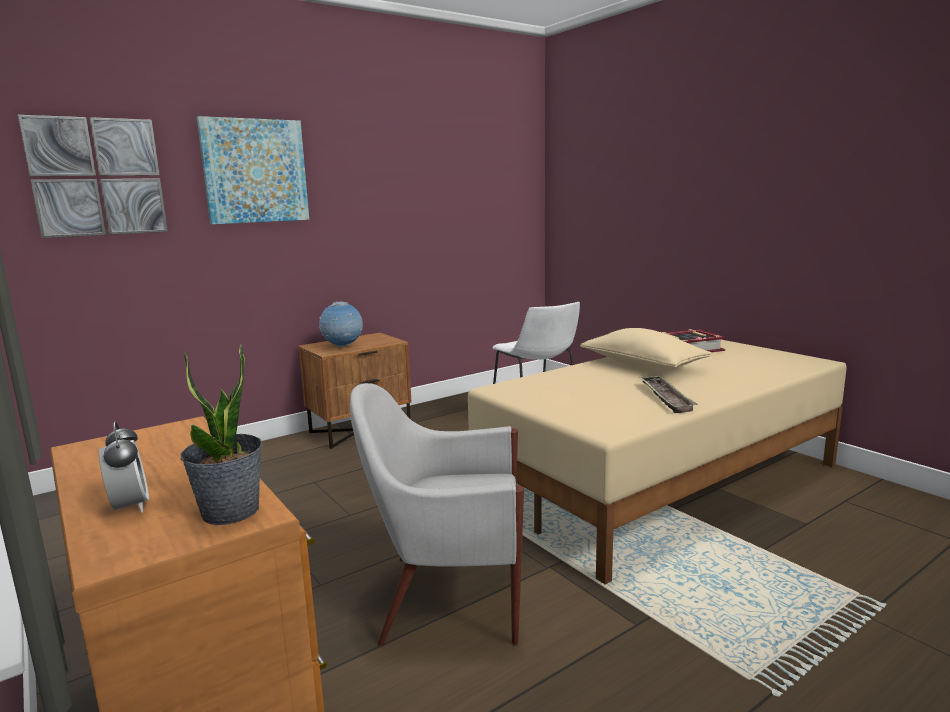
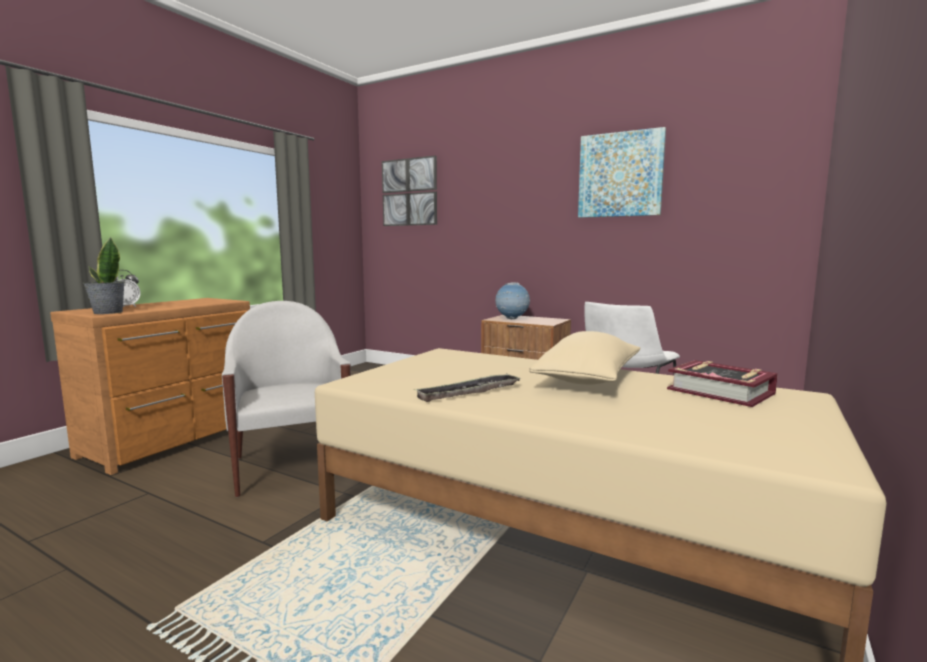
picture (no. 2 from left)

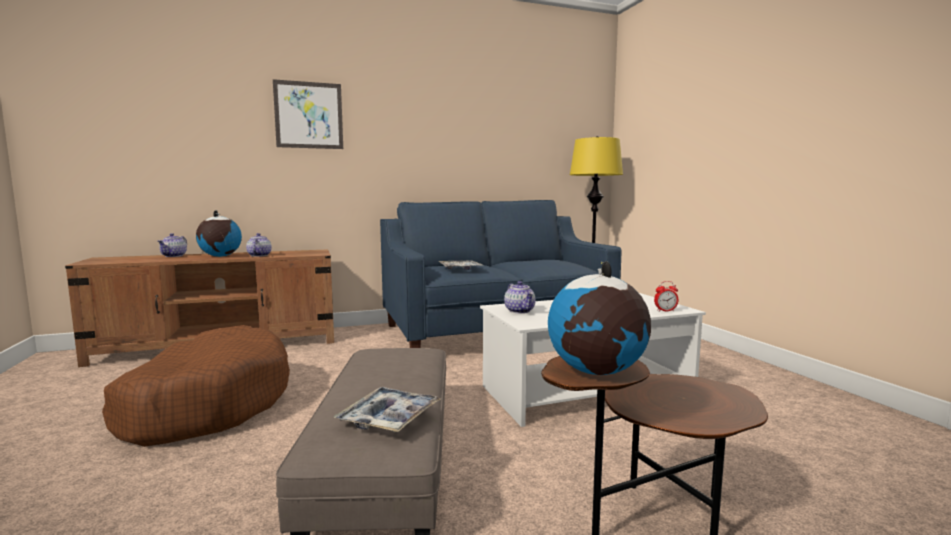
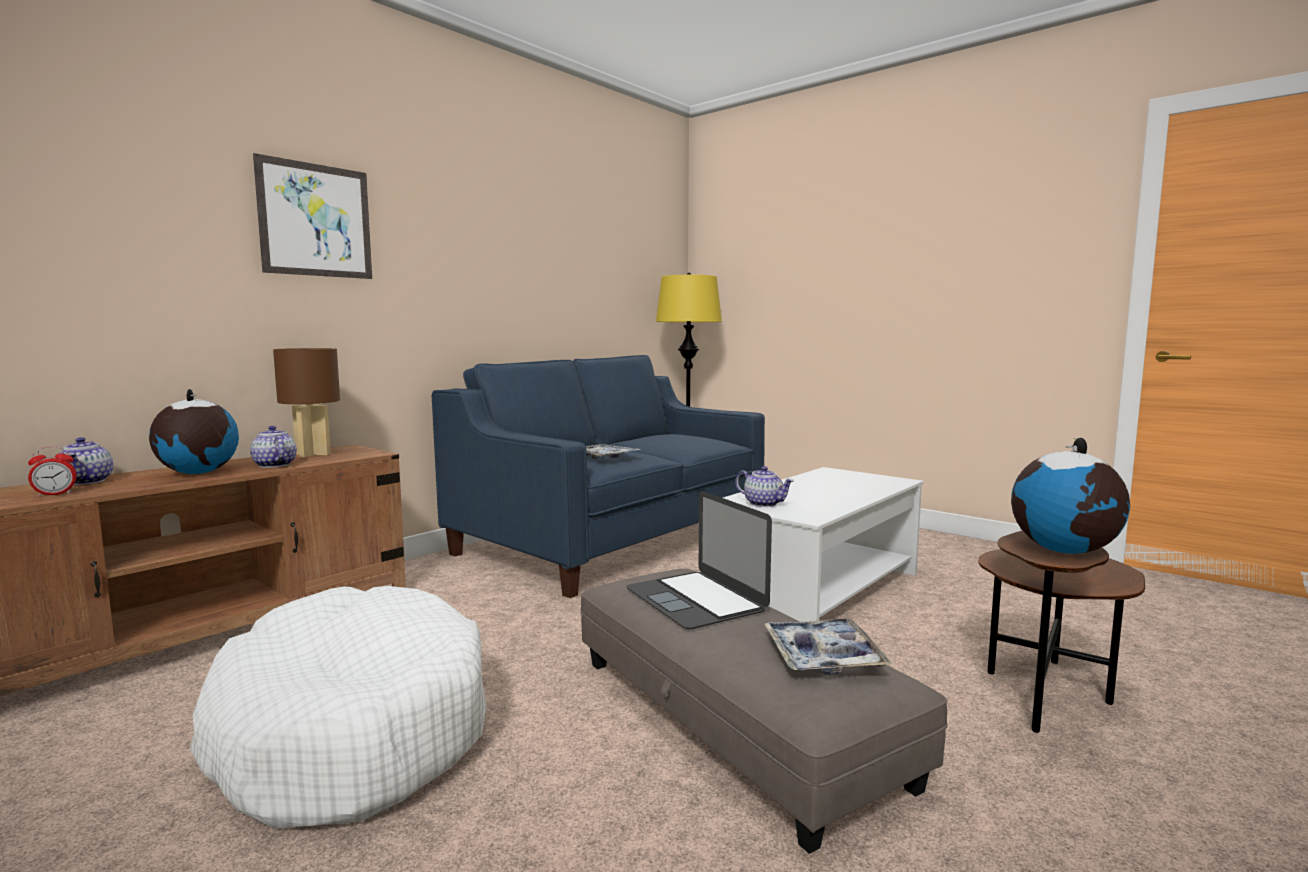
brown table lamp
laptop
alarm clock
white dog bed

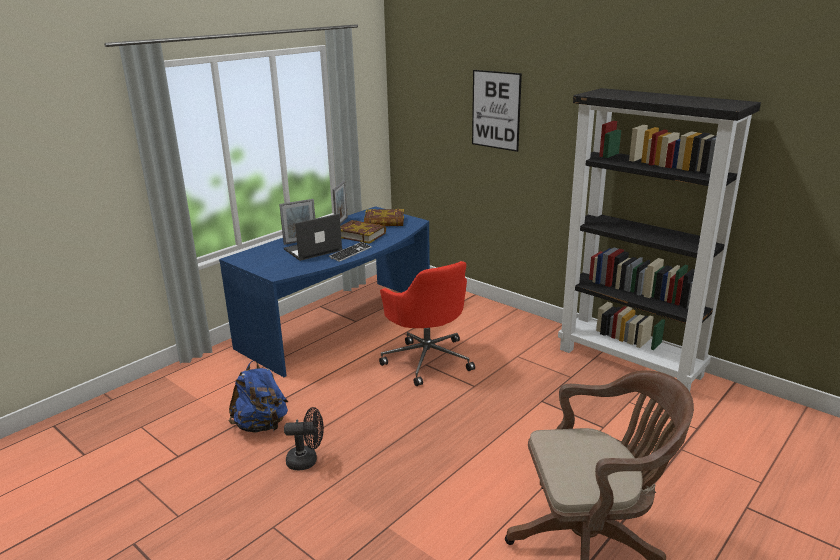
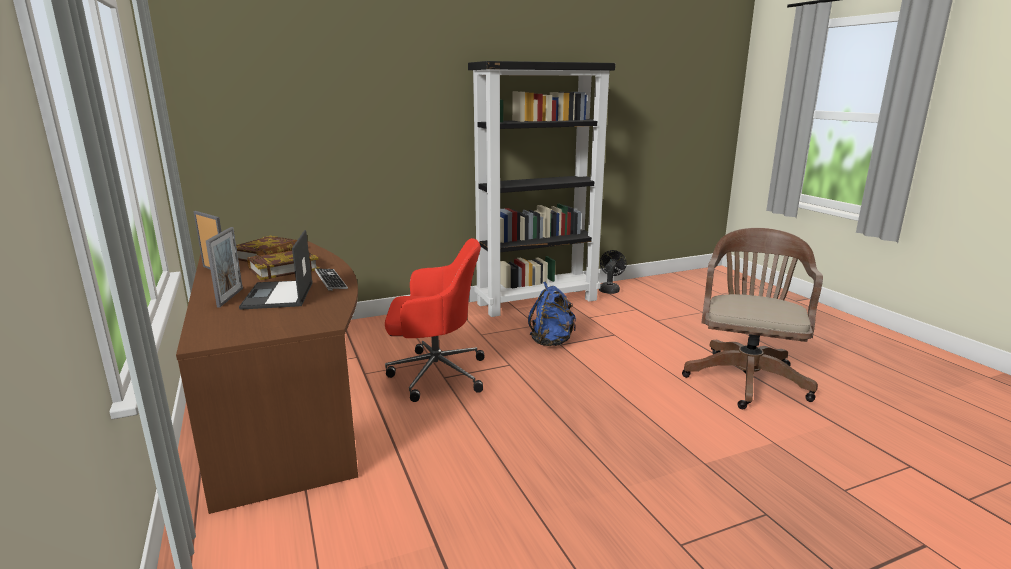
picture
blue backpack
black fan
brown desk

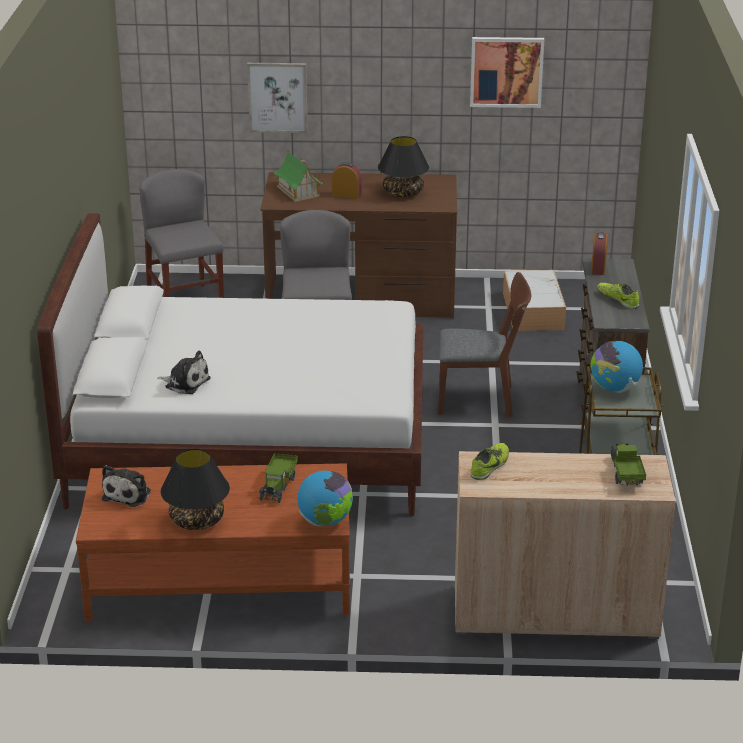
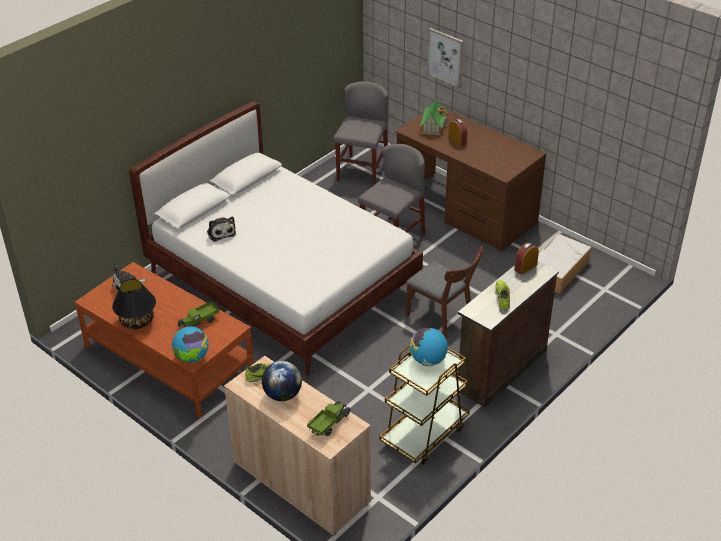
black table lamp (no. 2 from left in the first image)
picture (no. 2 from left in the first image)
globe (no. 2 from left)

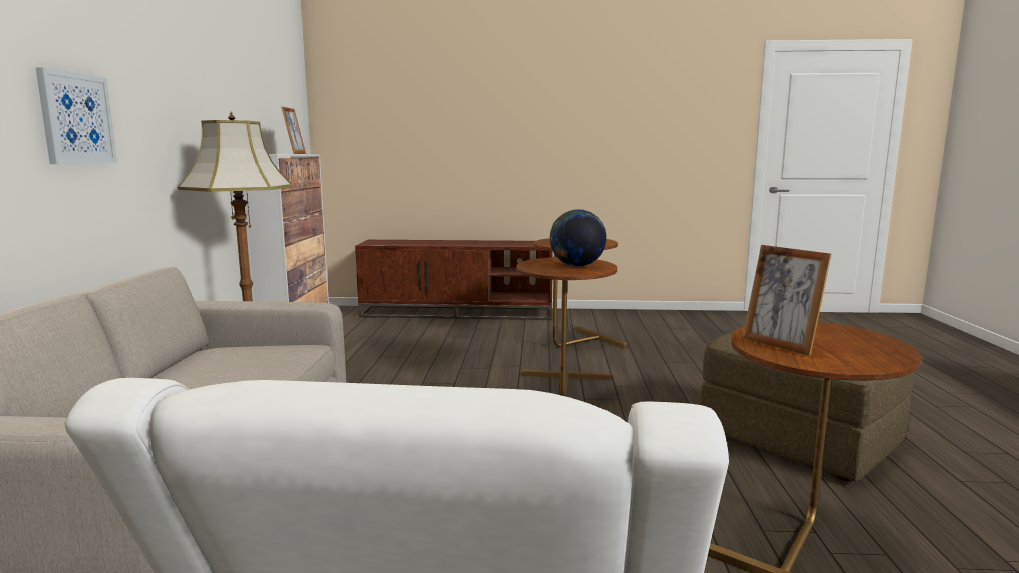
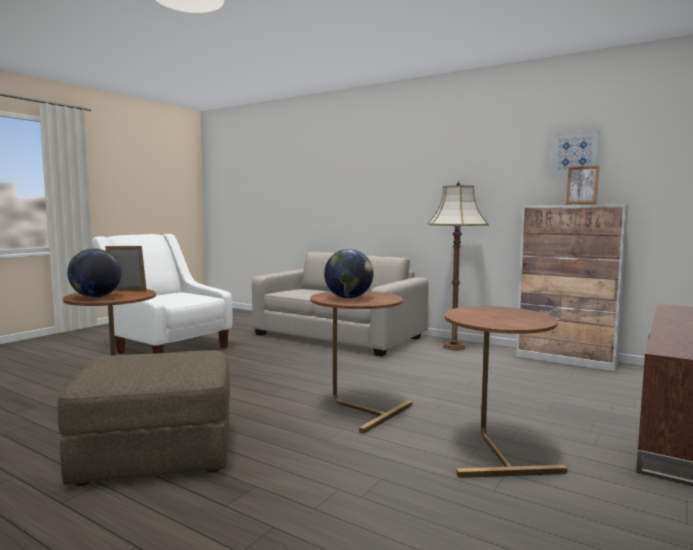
globe (no. 1 from left)
picture

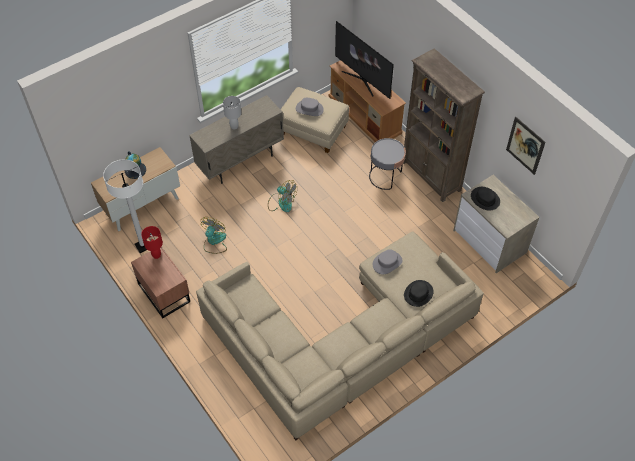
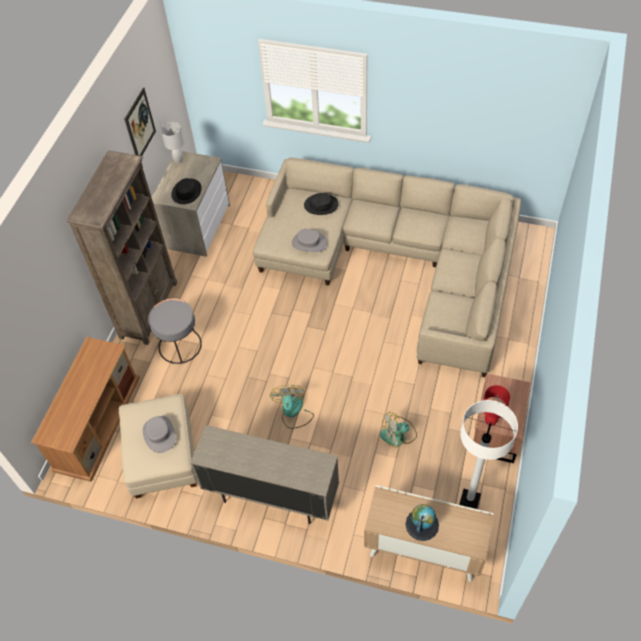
television
white table lamp

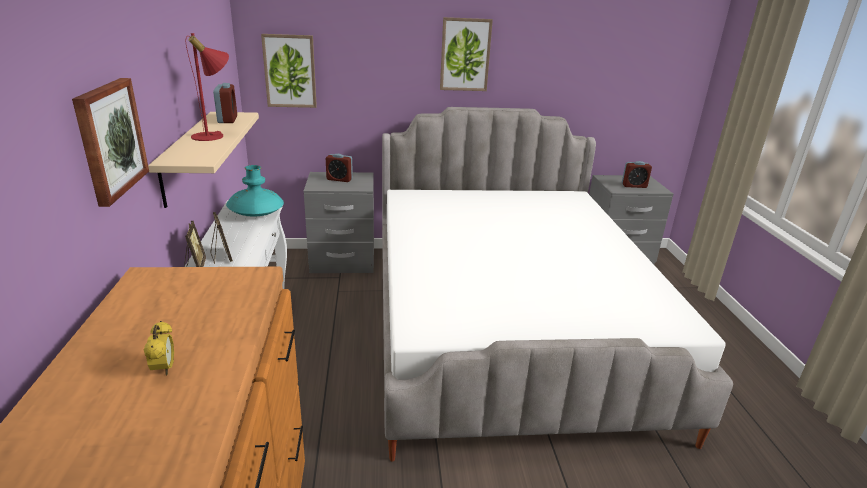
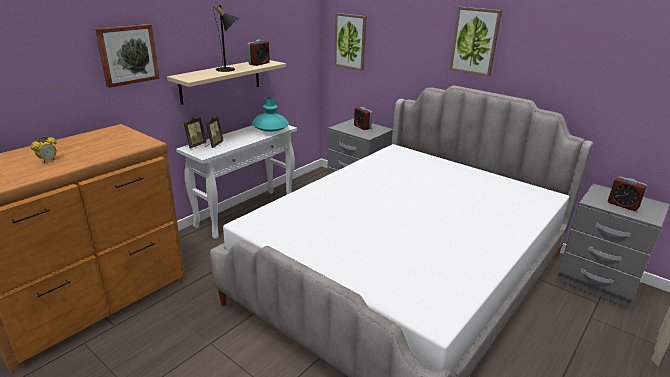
black table lamp

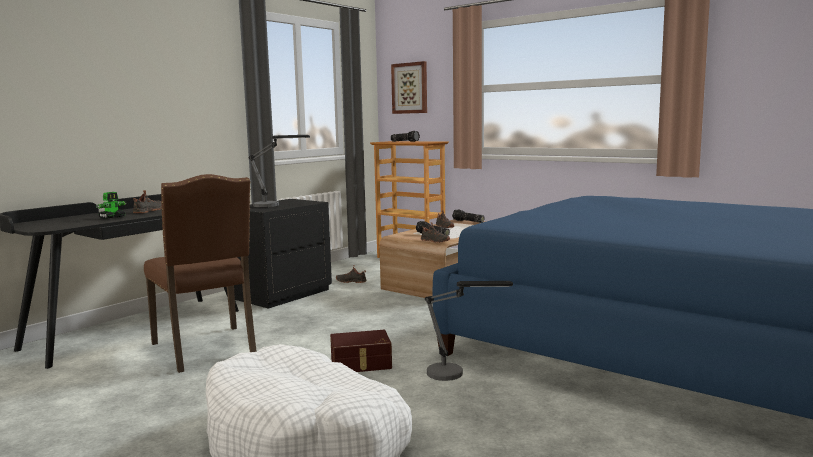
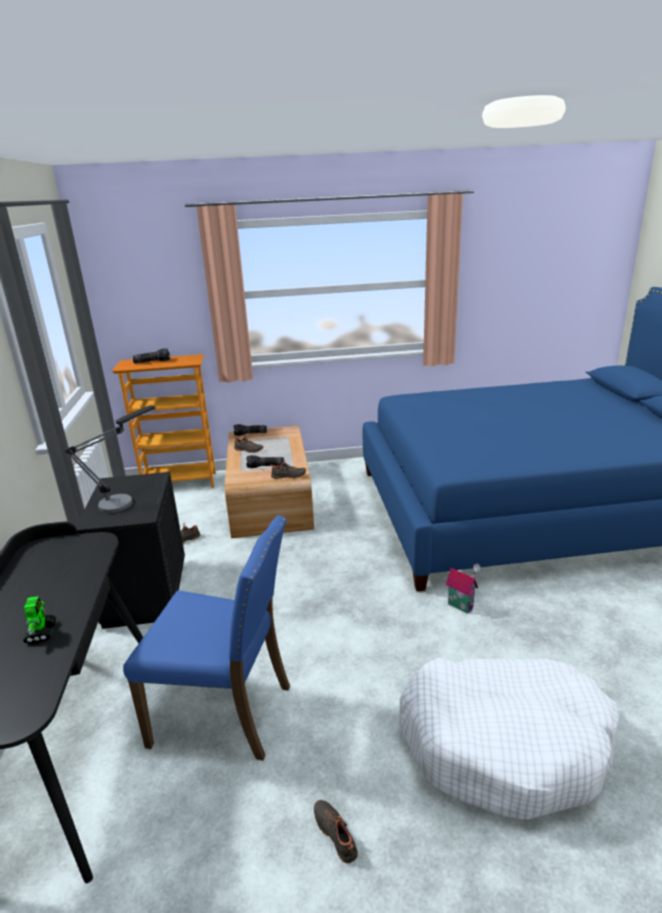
brown storage box
picture
black shoe (no. 4 from left)
toy house
blue chair

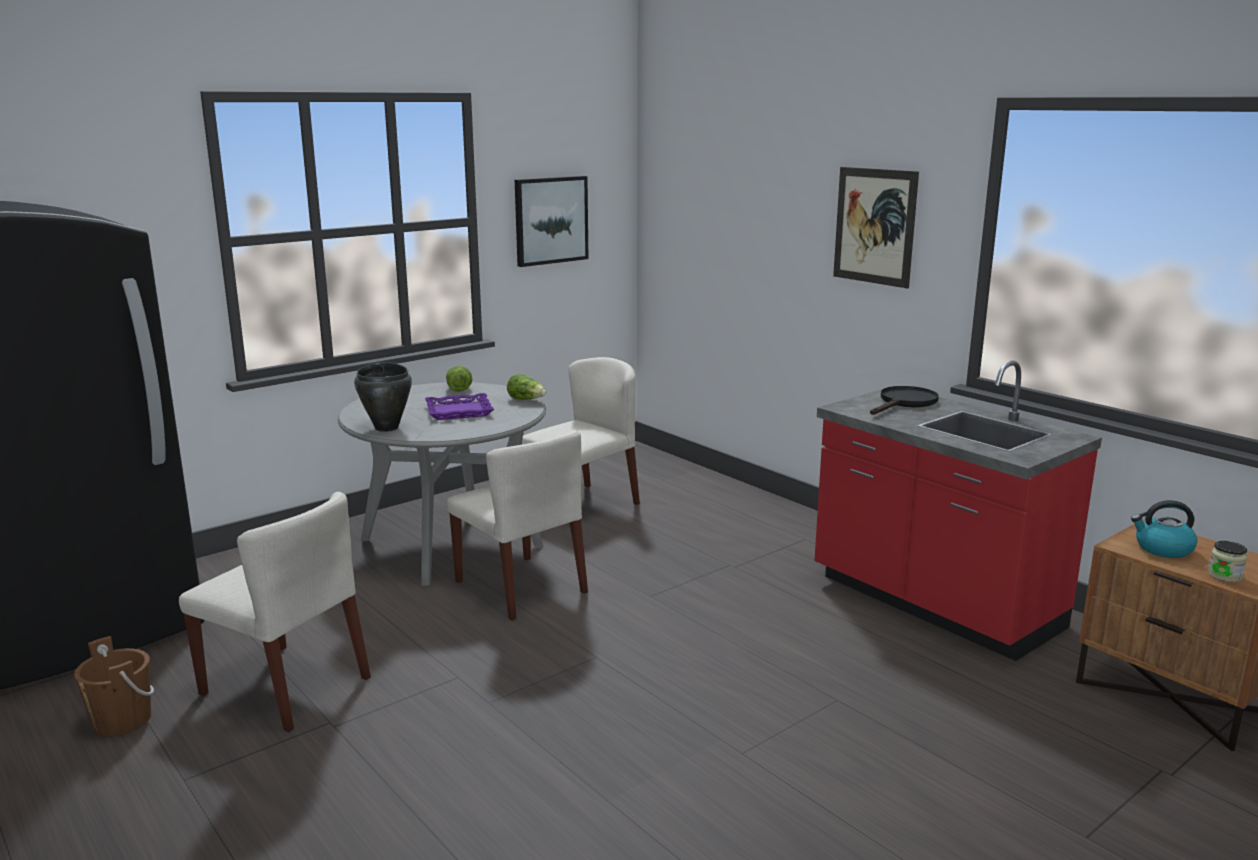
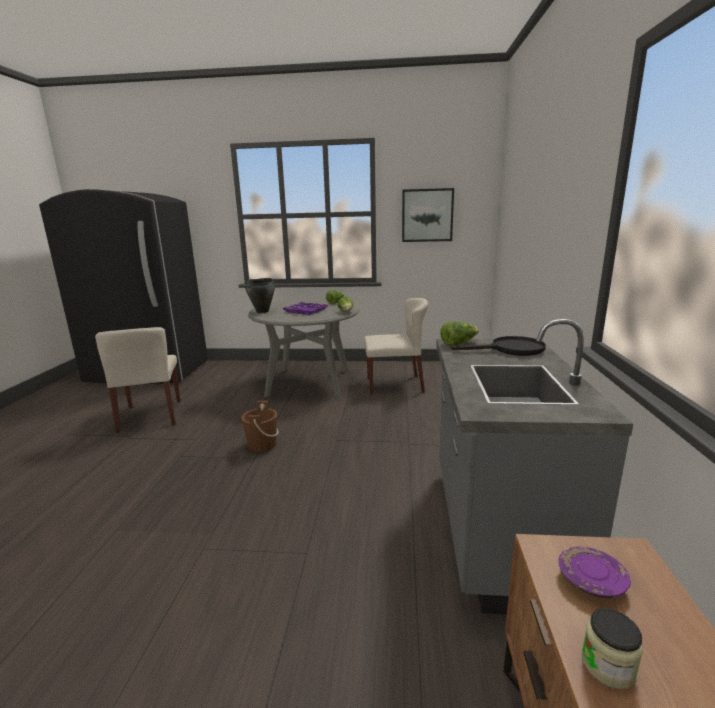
beige chair (no. 2 from left in the first image)
picture (no. 2 from left in the first image)
lettuce (no. 3 from left)
brown bucket
purple plate
grey counter

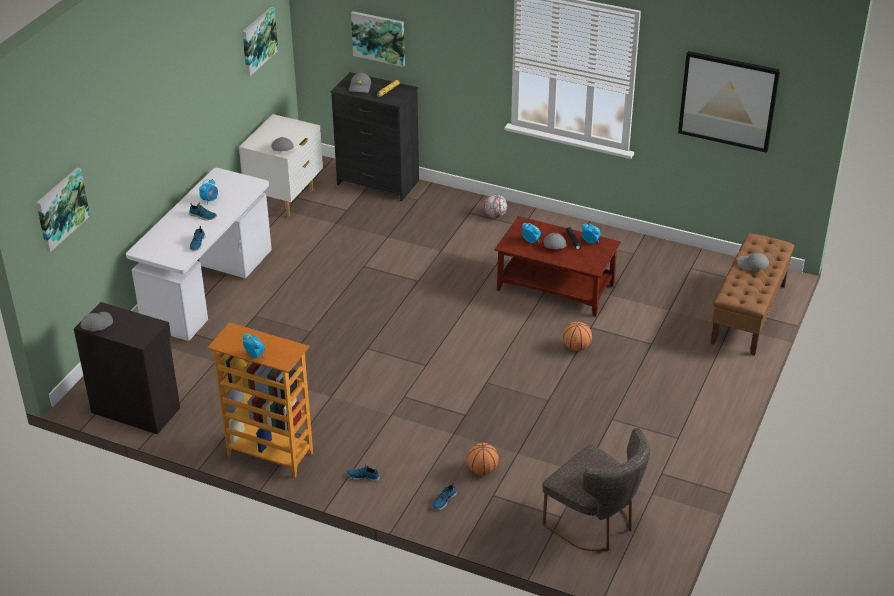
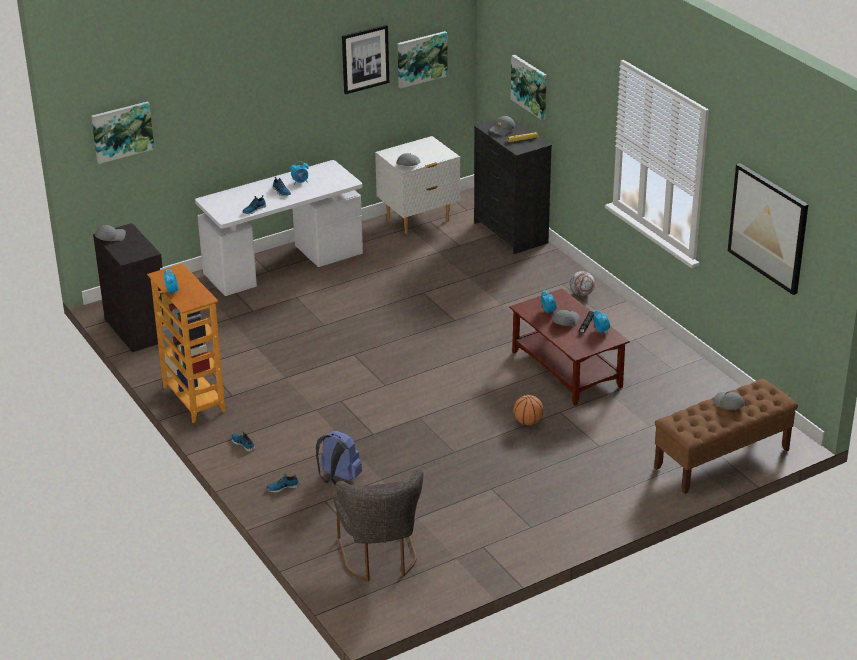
picture (no. 2 from left)
blue backpack

